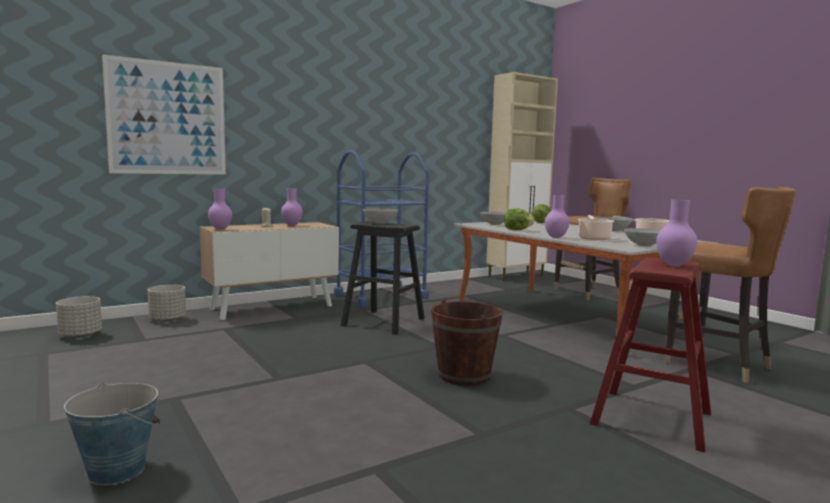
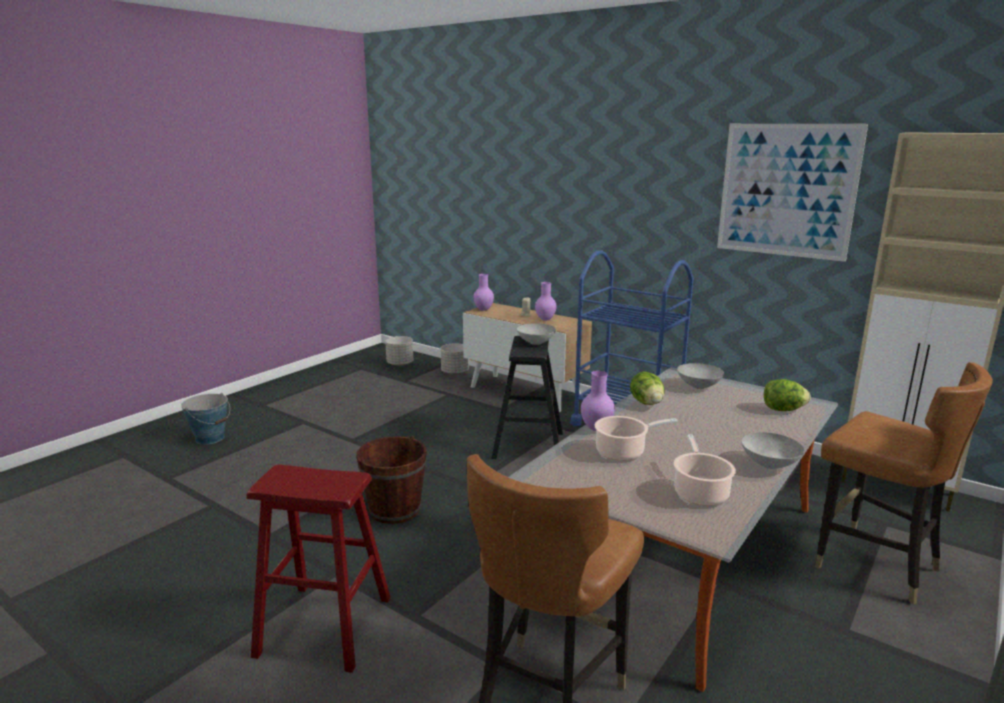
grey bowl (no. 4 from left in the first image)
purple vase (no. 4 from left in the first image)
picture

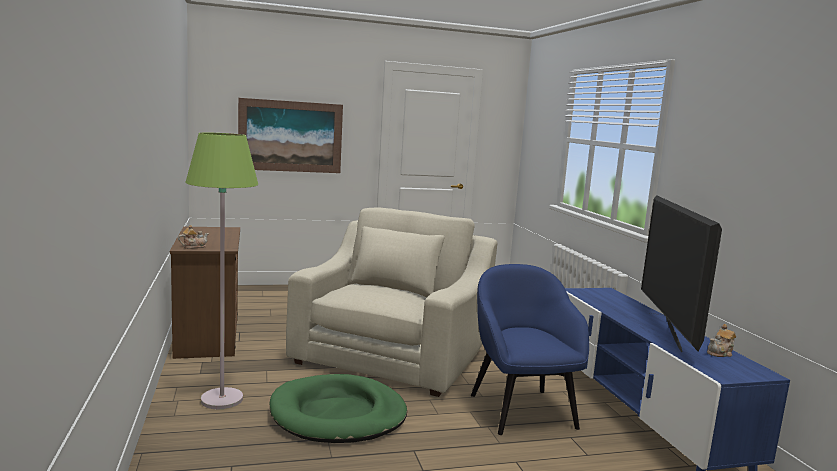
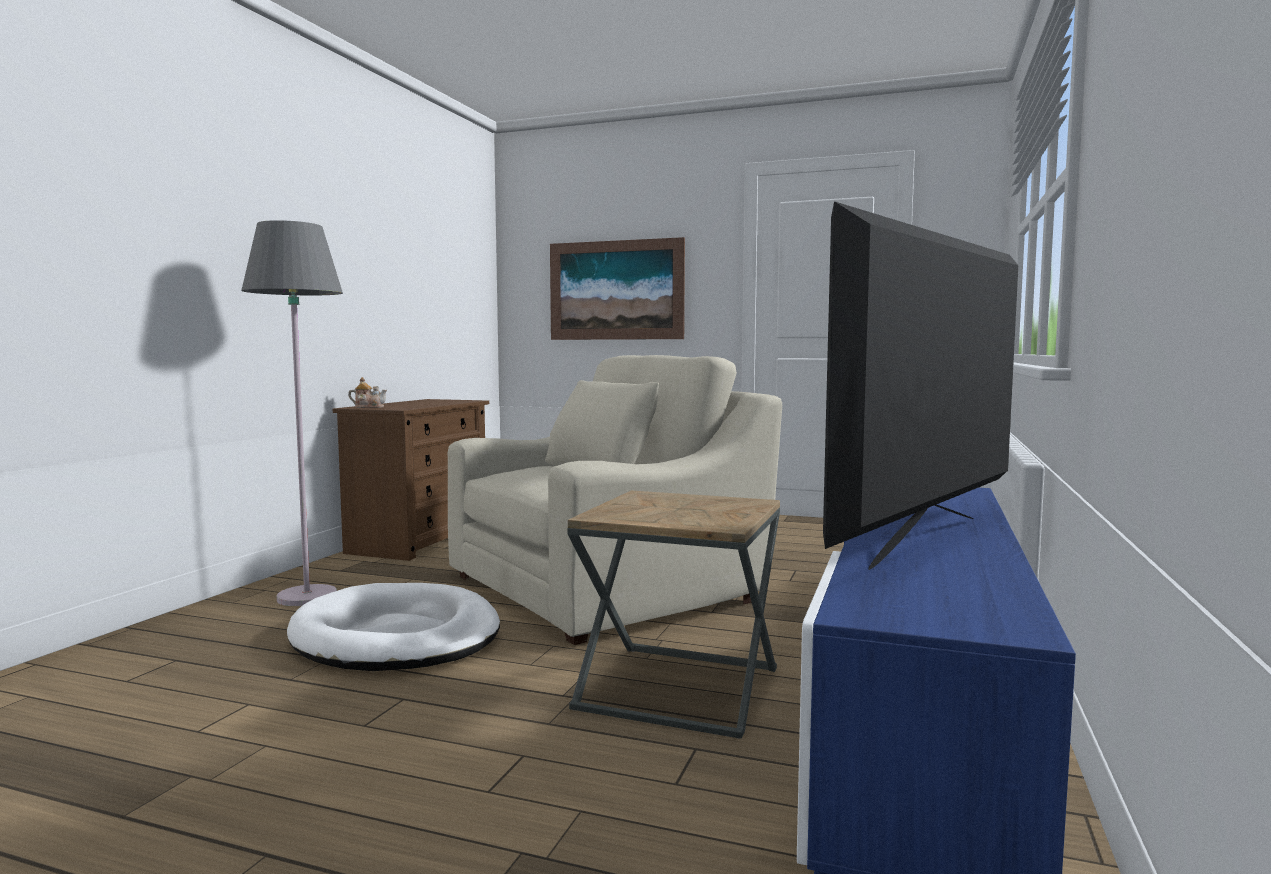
teapot (no. 2 from left in the first image)
brown side table
grey floor lamp
white dog bed

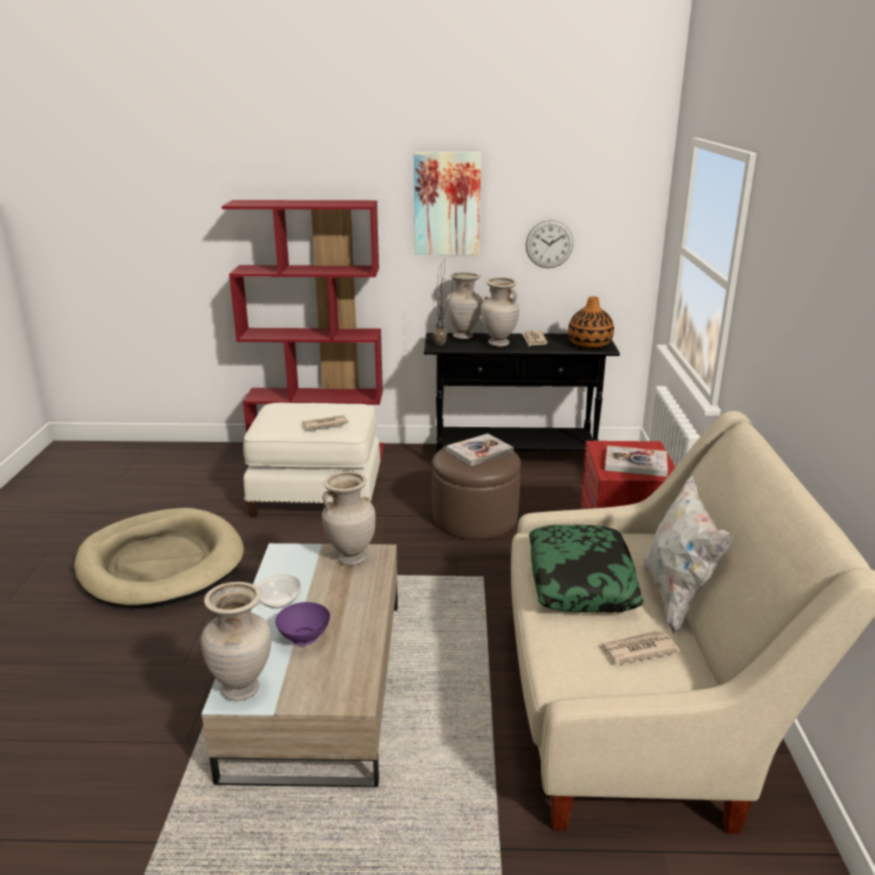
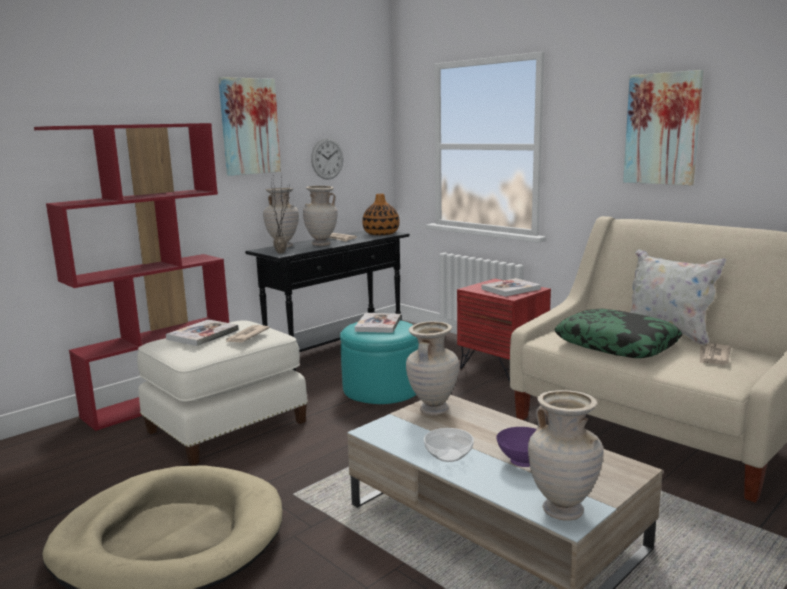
book (no. 1 from left)
picture (no. 2 from left)
turquoise ottoman

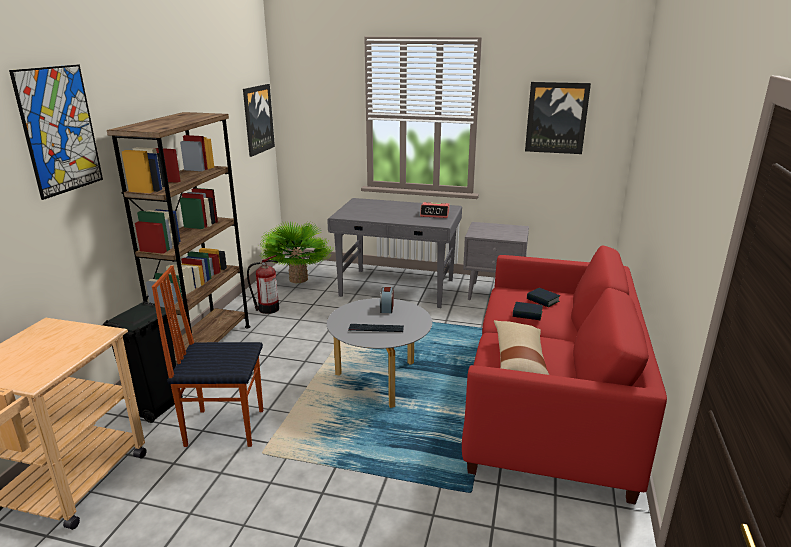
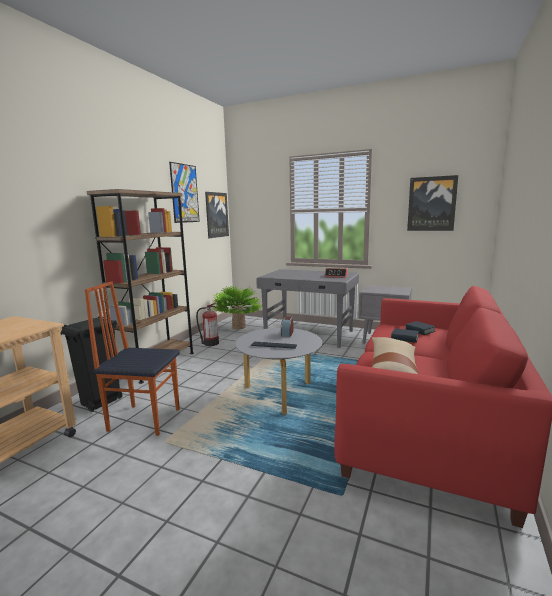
picture (no. 1 from left)

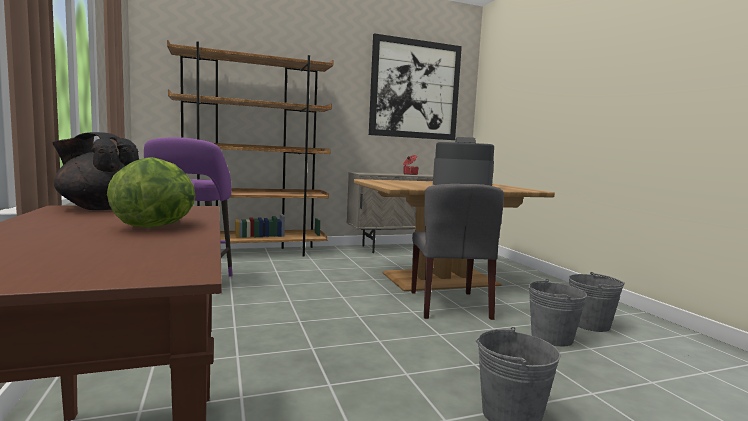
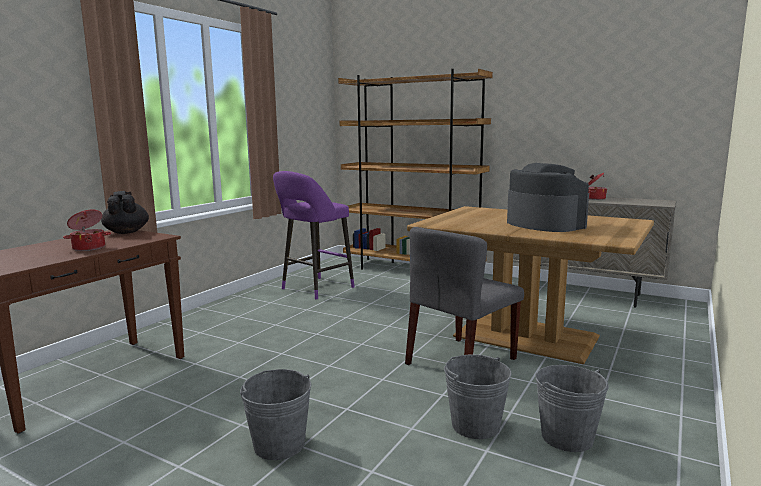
picture
cooking pot (no. 1 from left)

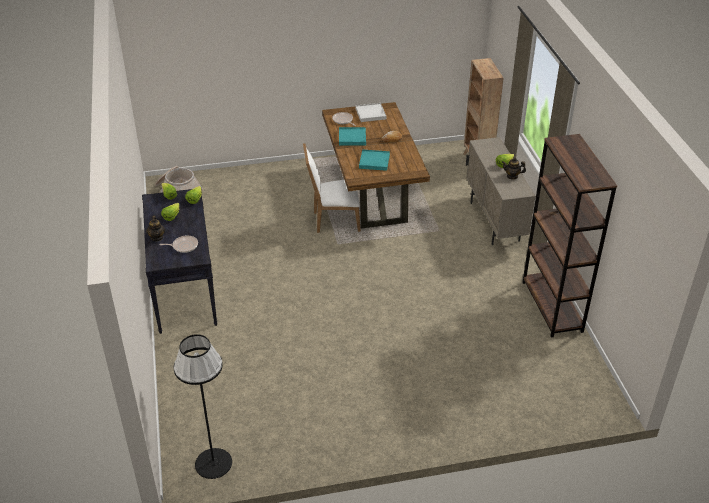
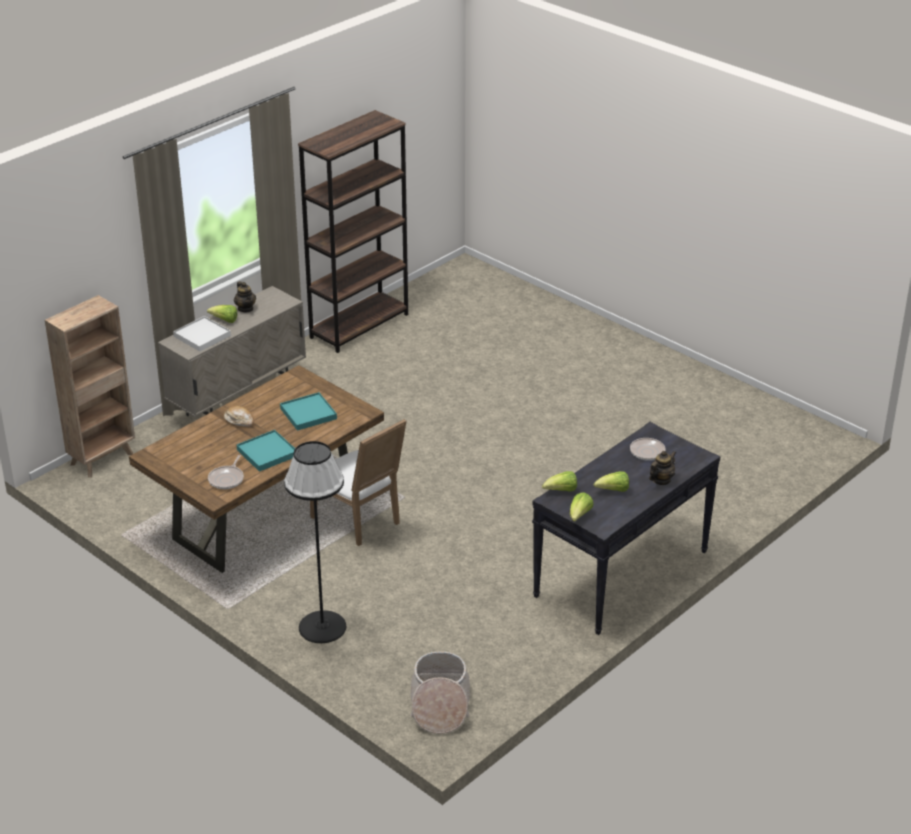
black floor lamp
white tray

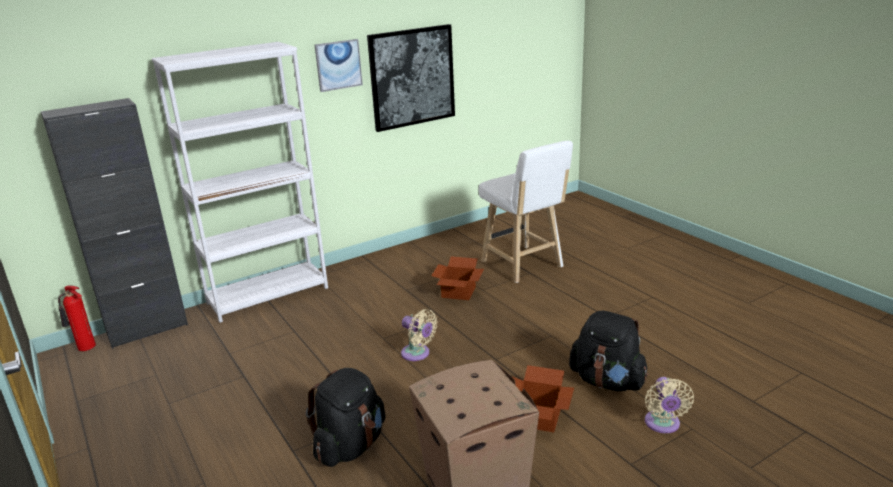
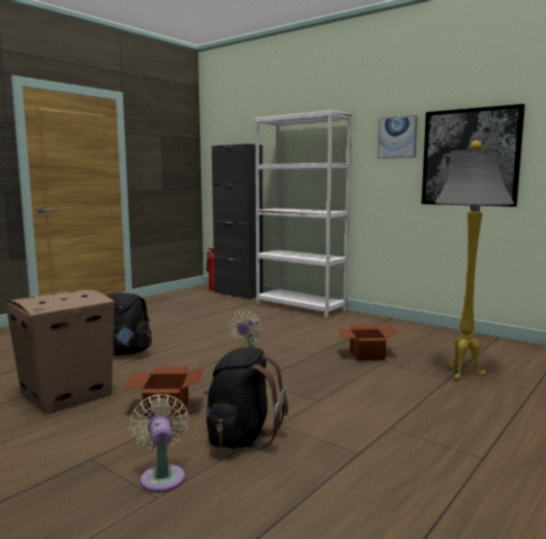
grey floor lamp
beige fan (no. 1 from left)

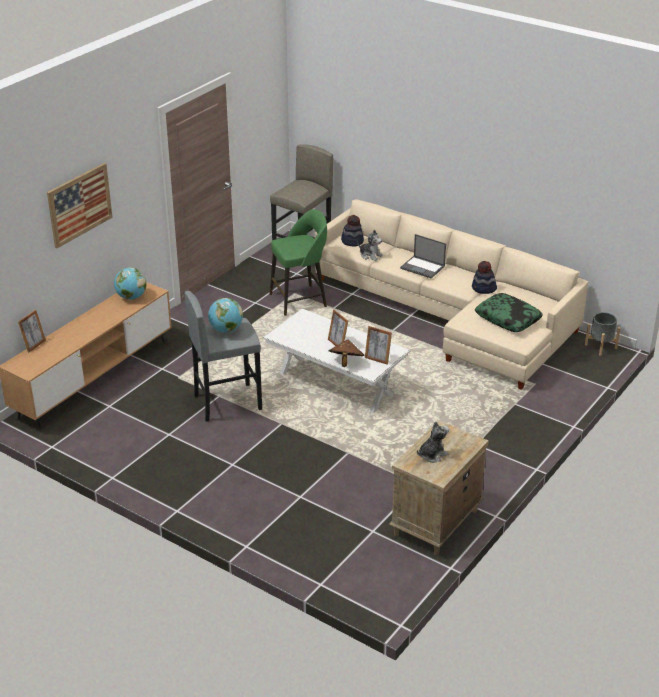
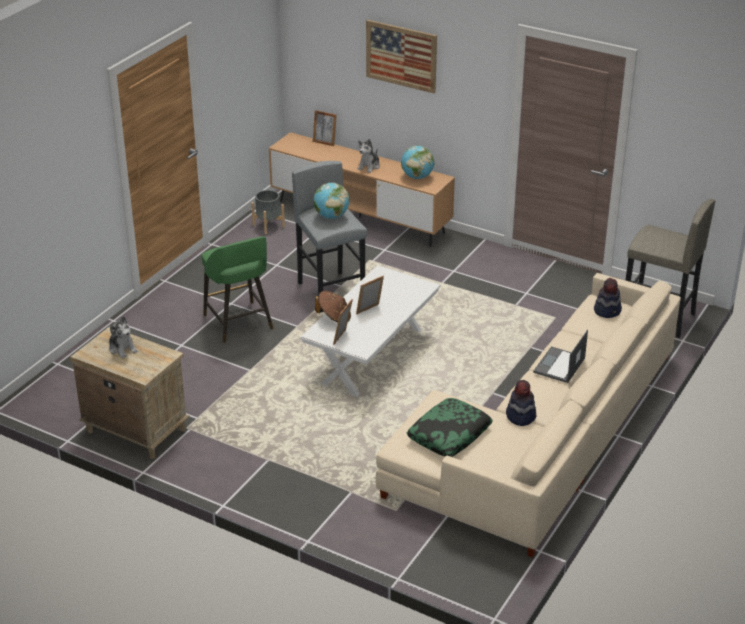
green stool
plush toy (no. 2 from left)
grey planter

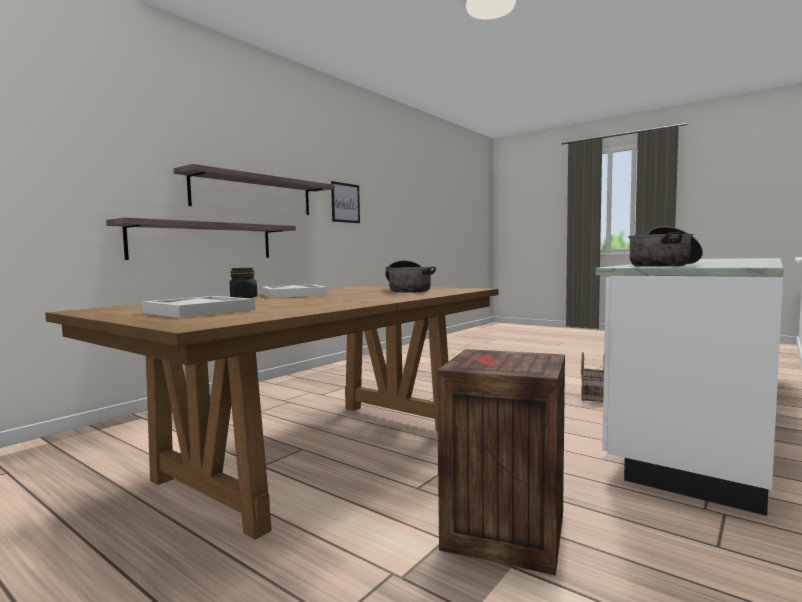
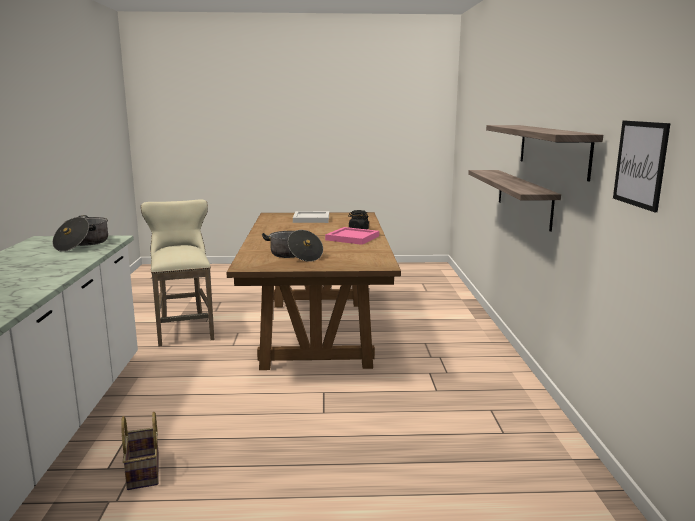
beige stool
pink tray

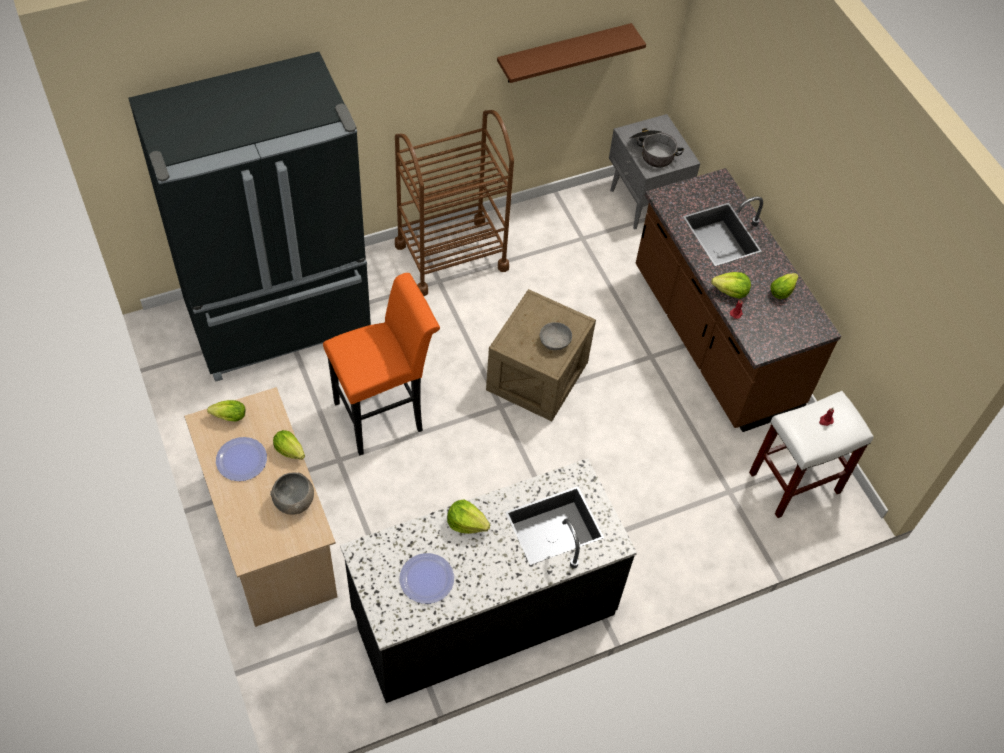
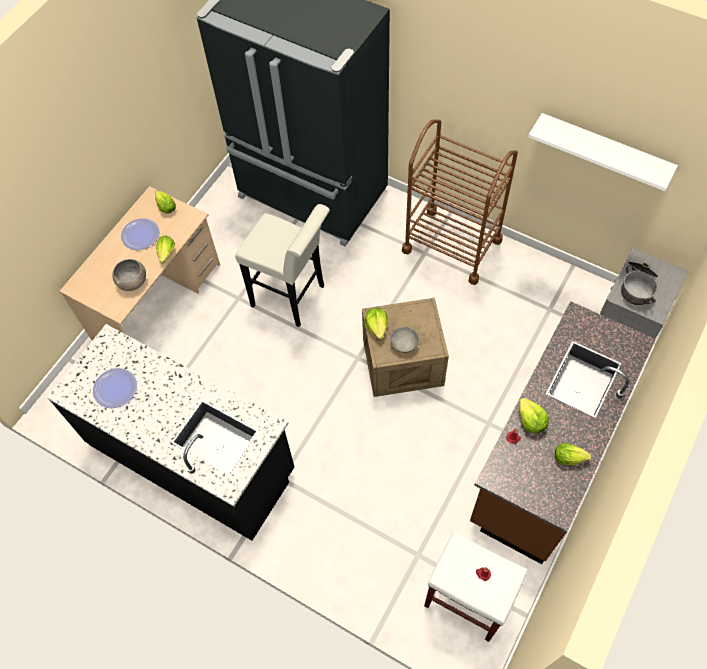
lettuce (no. 3 from left)
white stool (no. 1 from left)
white shelf

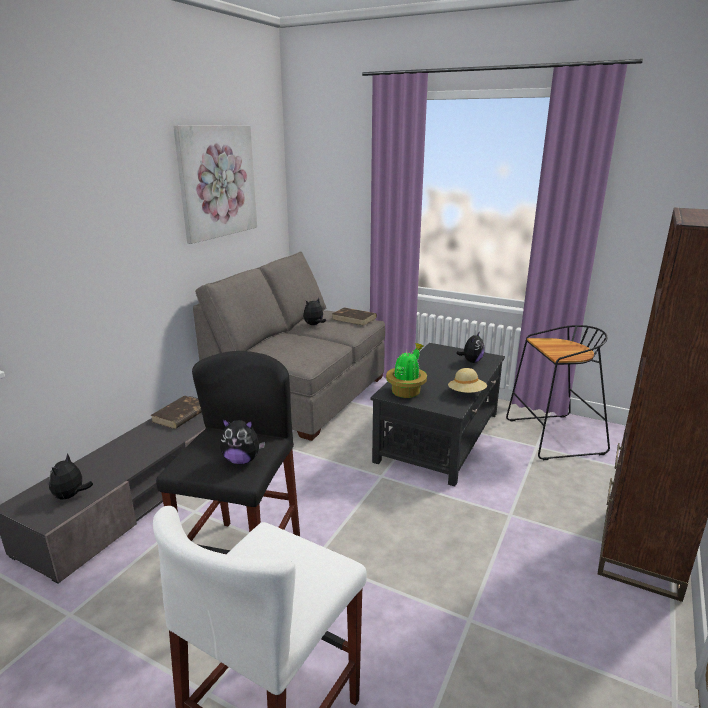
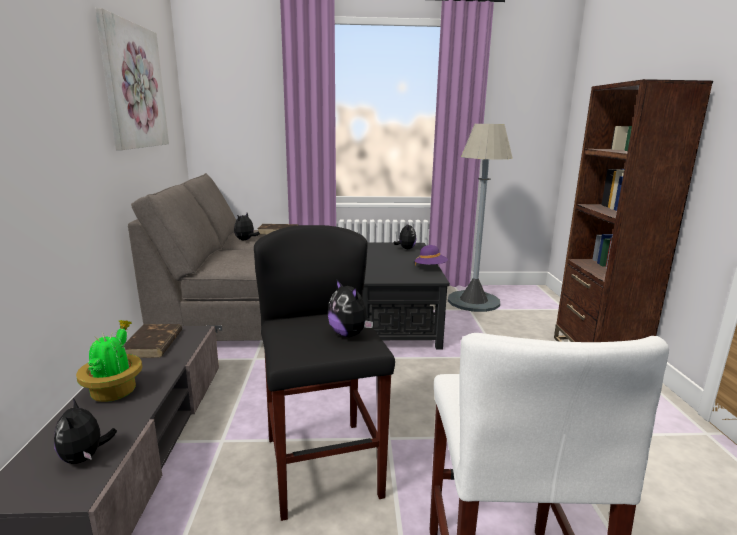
potted plant
grey floor lamp
purple hat
plush toy (no. 3 from left)

